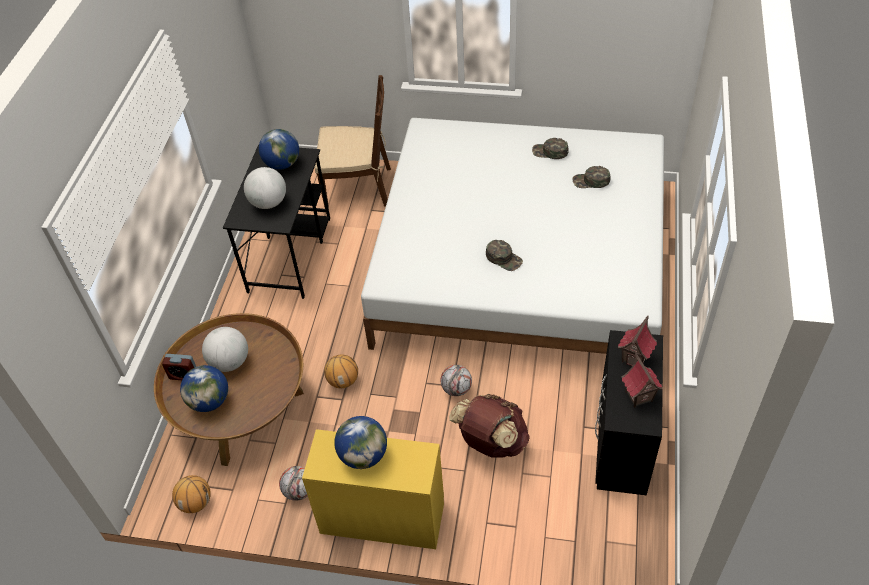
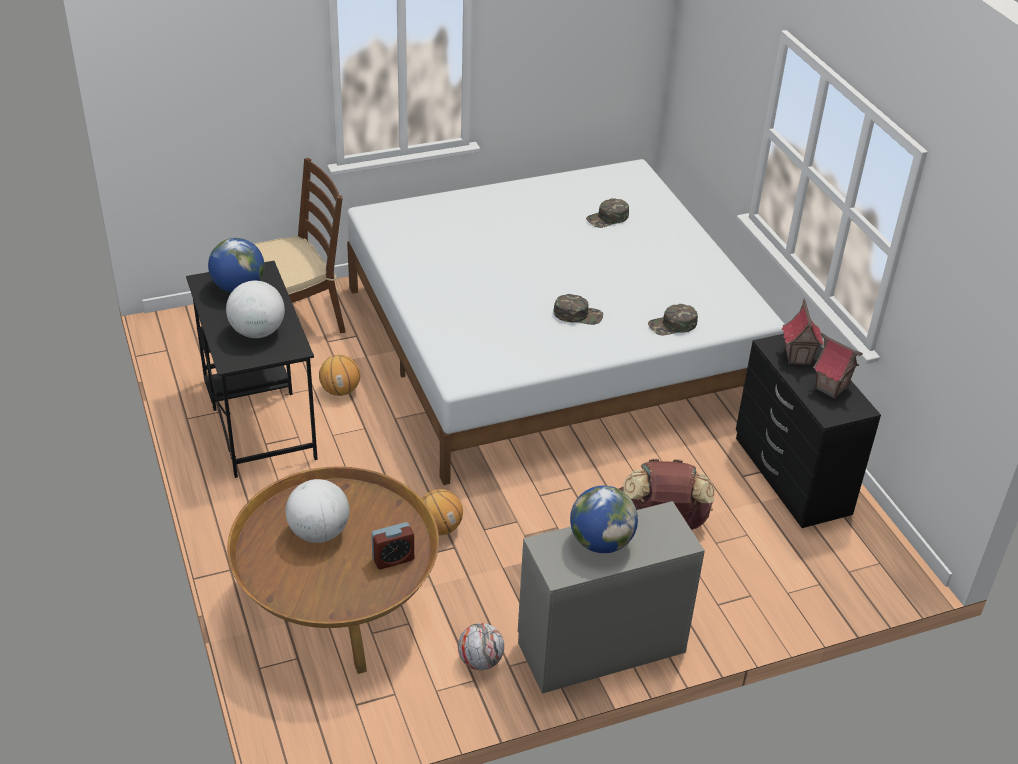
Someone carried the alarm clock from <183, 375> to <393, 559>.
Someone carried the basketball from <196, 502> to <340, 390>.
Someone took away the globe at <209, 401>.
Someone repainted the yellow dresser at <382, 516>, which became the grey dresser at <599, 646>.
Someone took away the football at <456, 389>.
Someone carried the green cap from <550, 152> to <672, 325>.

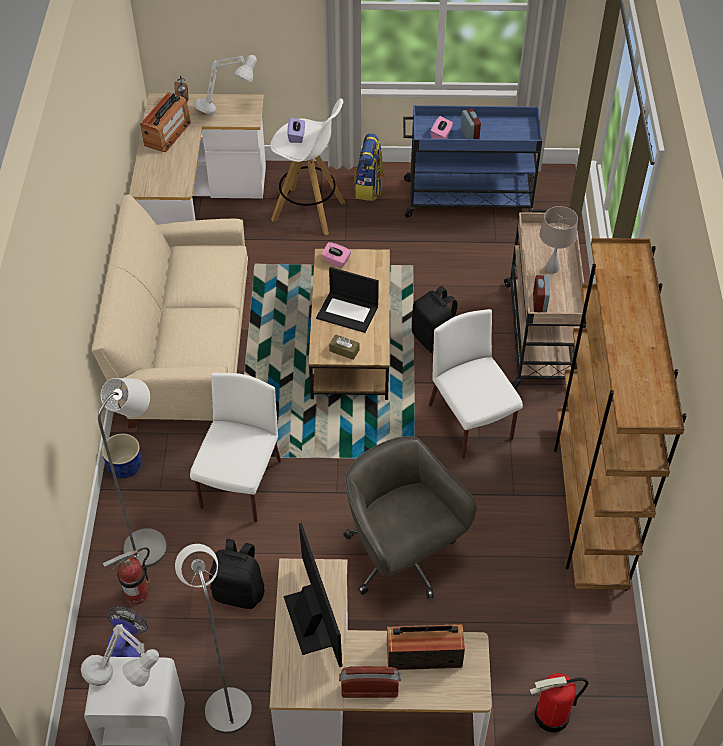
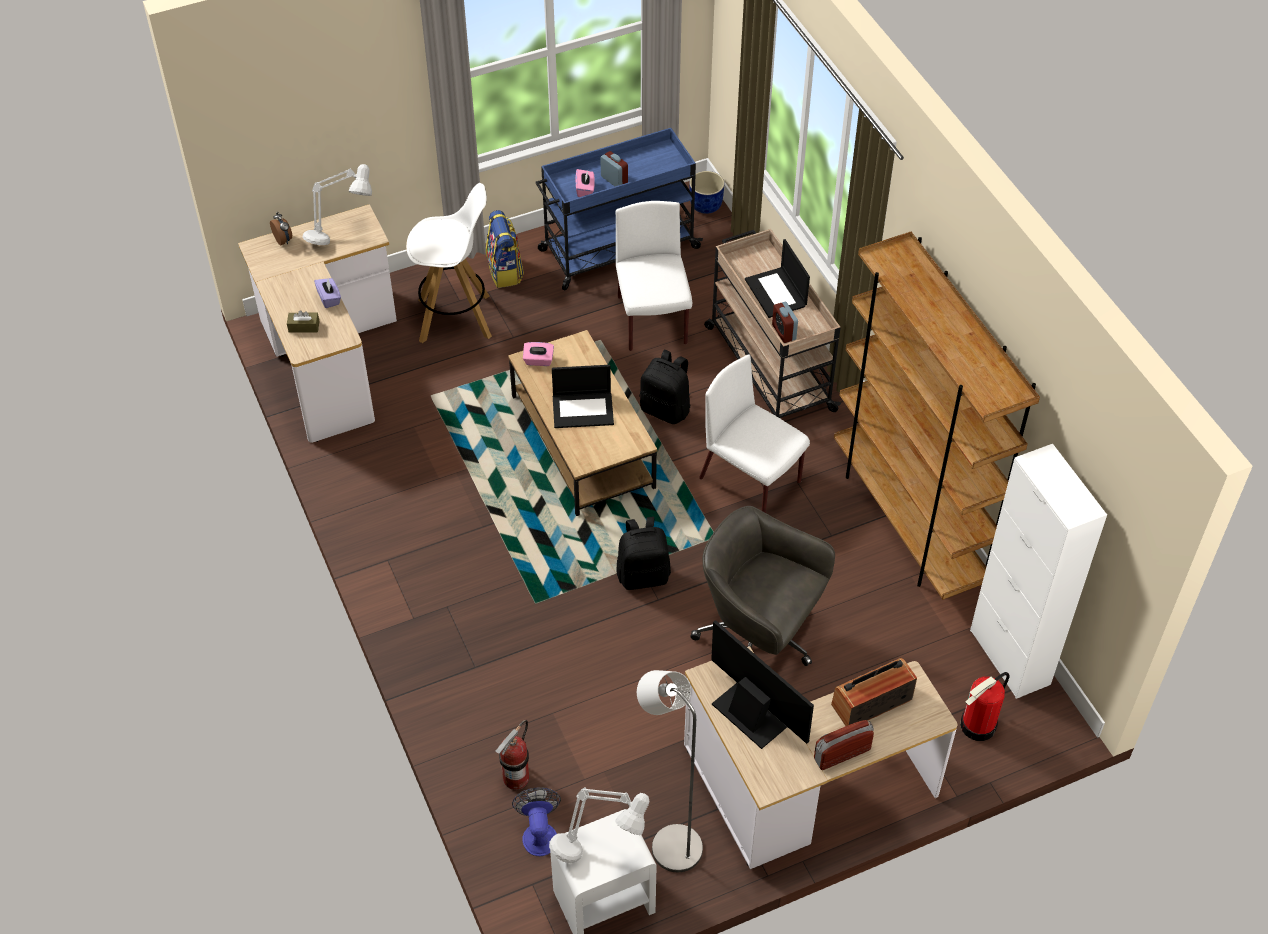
Someone took away the beige sofa at <185, 353>.
Someone took away the grey floor lamp at <151, 542>.
Someone carried the blue planter from <125, 466> to <705, 205>.
Someone took away the radio at <167, 133>.
Someone carried the white chair from <240, 486> to <652, 321>.
Someone carried the black backpack from <239, 592> to <643, 575>.
Someone carried the purple tissue box from <296, 136> to <329, 298>.
Someone carried the brown tissue box from <344, 350> to <304, 327>.
Someone swapped the beige table lamp at <552, 268> for the laptop at <776, 293>.
Someone put down the white cabinet at <1009, 657>.

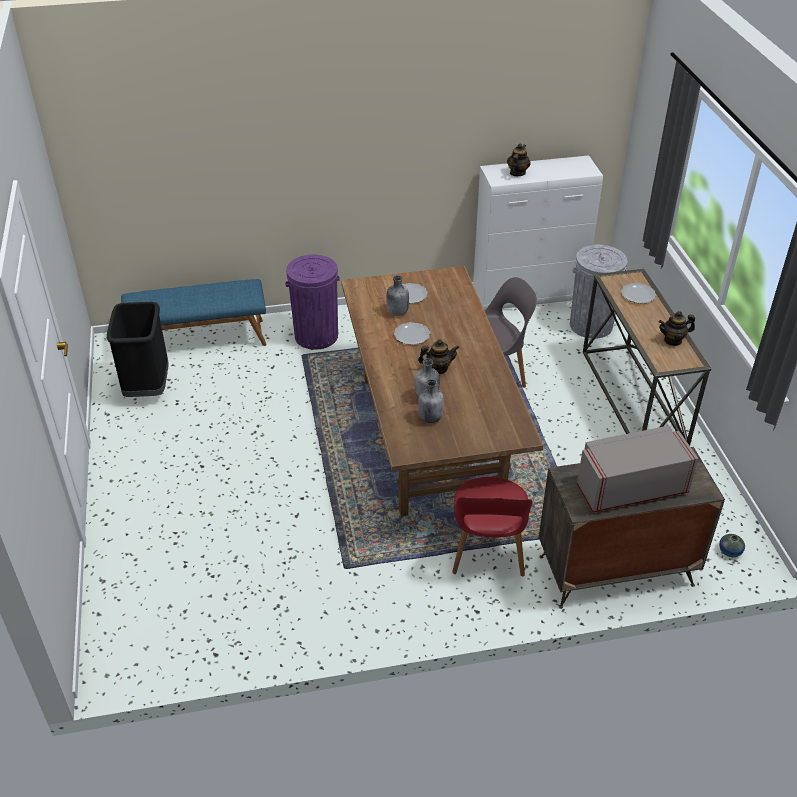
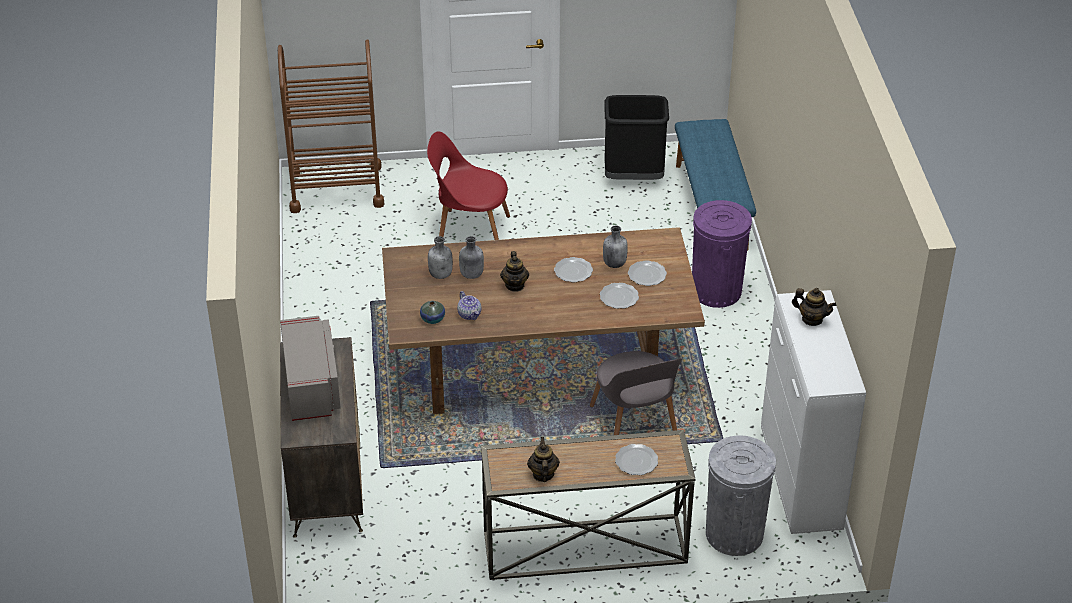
Someone carried the red chair from <487, 550> to <470, 231>.
Someone carried the vase from <730, 551> to <432, 319>.
Someone put down the brown cart at <336, 188>.
Someone put down the teapot at <470, 314>.
Someone put down the plate at <619, 297>.

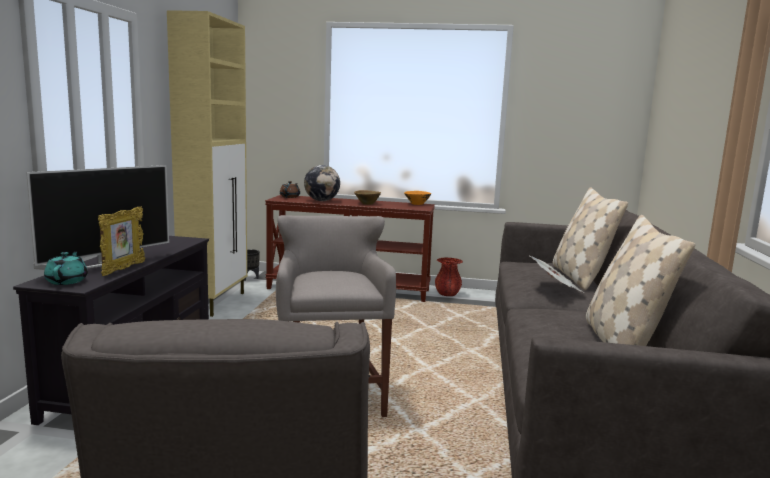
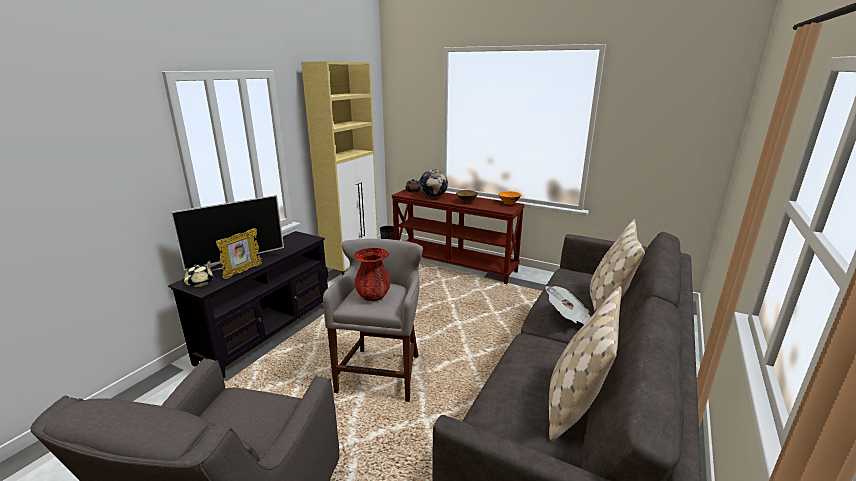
Someone repainted the turquoise teapot at <67, 281>, which became the beige teapot at <200, 282>.
Someone carried the red vase from <447, 294> to <373, 296>.

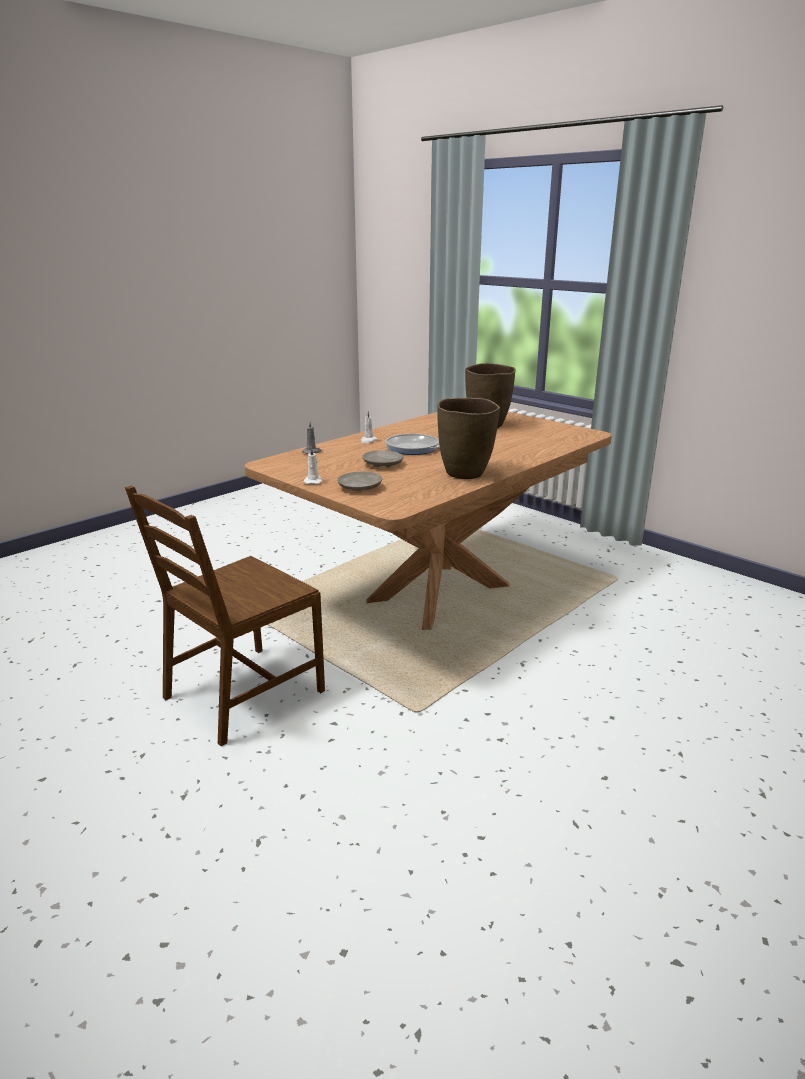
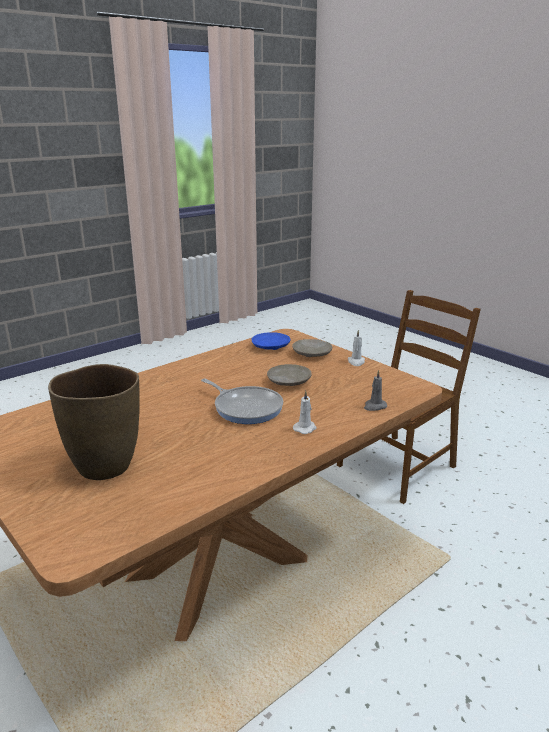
Someone took away the brown vase at <466, 474>.
Someone put down the blue plate at <270, 347>.

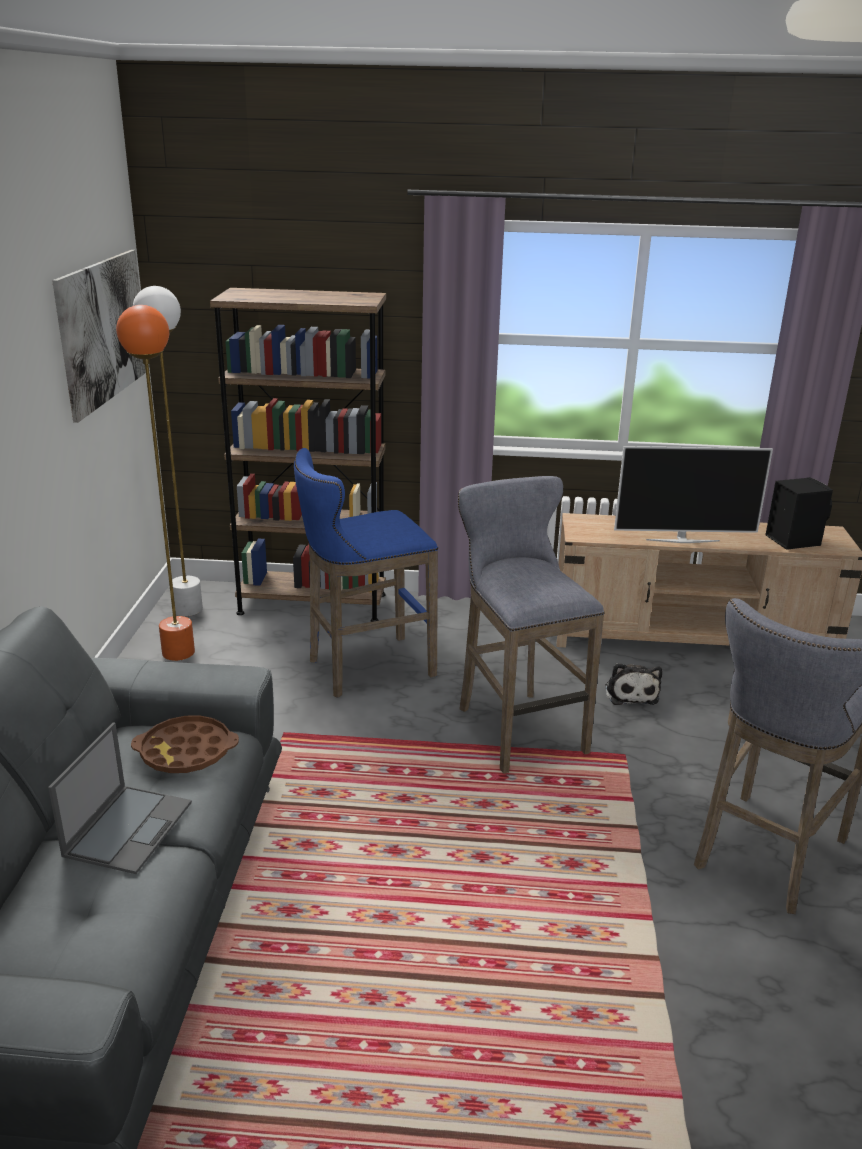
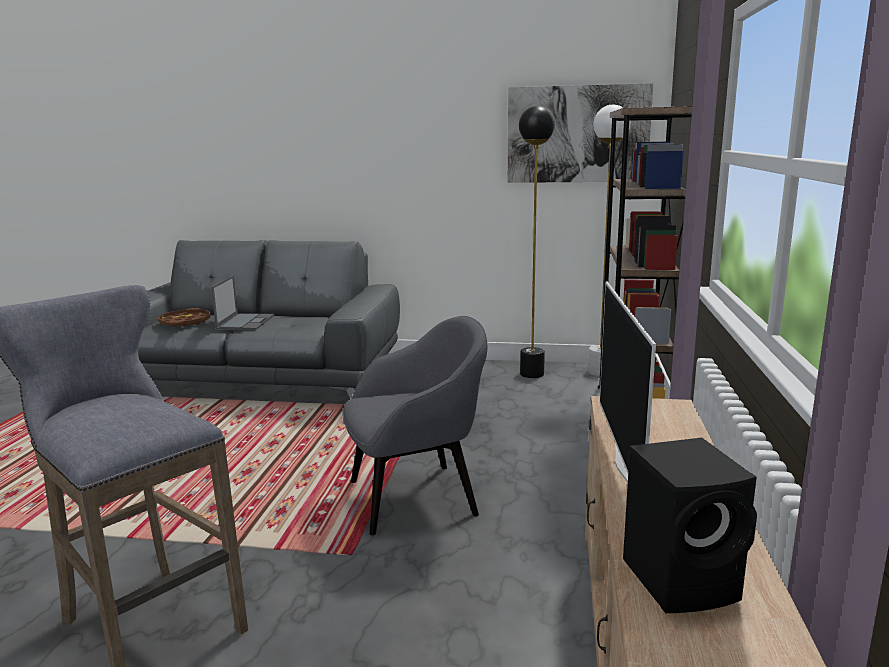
Someone rotated the laptop at <129, 827> by 105 degrees counterclockwise.
Someone repainted the orange floor lamp at <178, 652>, which became the black floor lamp at <531, 374>.
Someone carried the brown tray from <186, 752> to <185, 322>.
Someone took away the blue stool at <365, 668>.
Someone swapped the grey stool at <516, 727> for the grey armchair at <416, 497>.
Someone took away the plush toy at <630, 693>.

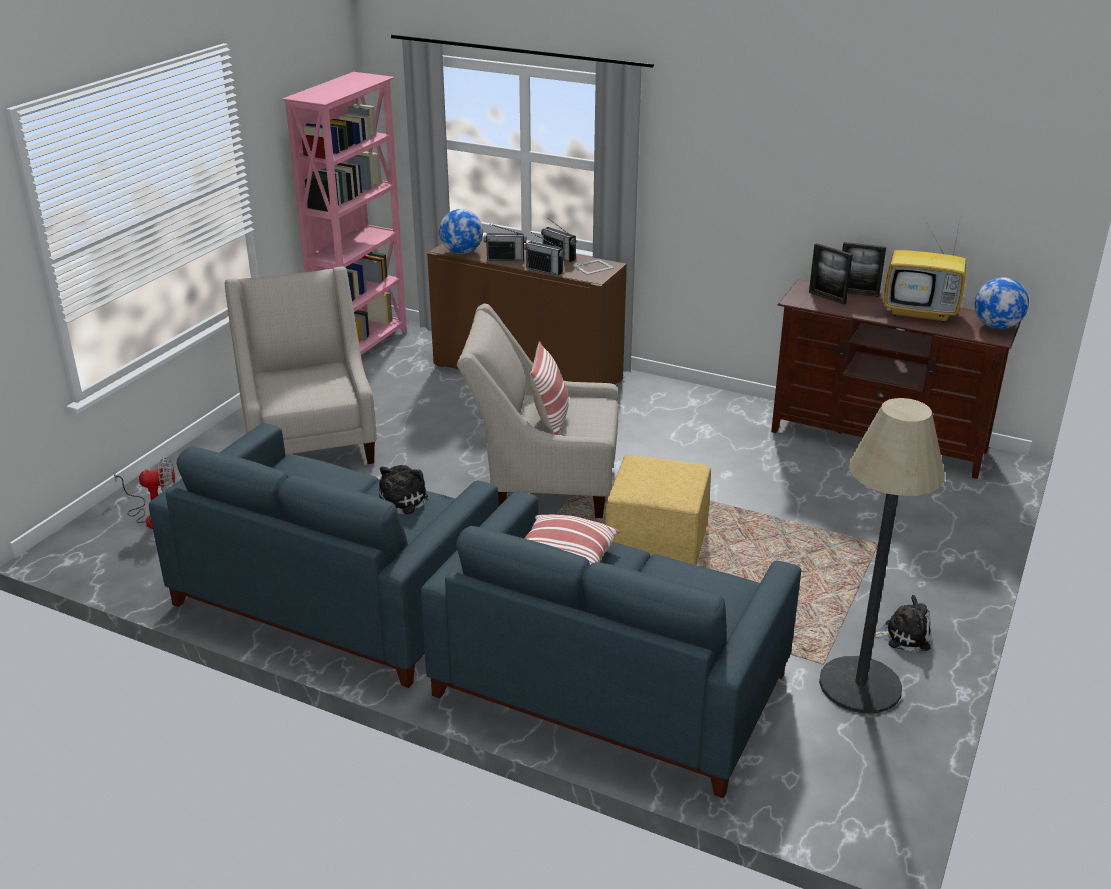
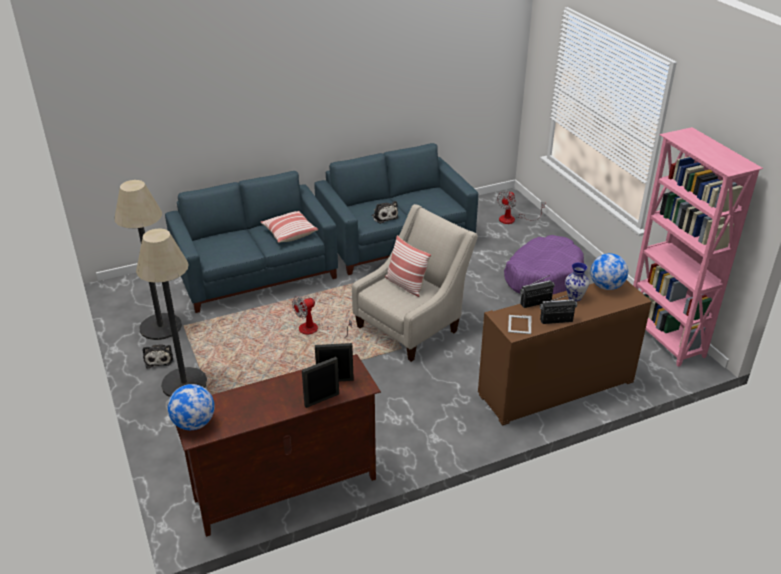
Someone swapped the beige armchair at <310, 442> for the purple dog bed at <542, 276>.
Someone swapped the radio at <505, 259> for the vase at <574, 297>.
Someone swapped the yellow ottoman at <655, 546> for the fan at <315, 330>.
Someone rotated the plush toy at <903, 635> by 60 degrees counterclockwise.
Someone took away the television at <921, 313>.
Someone put down the floor lamp at <184, 383>.

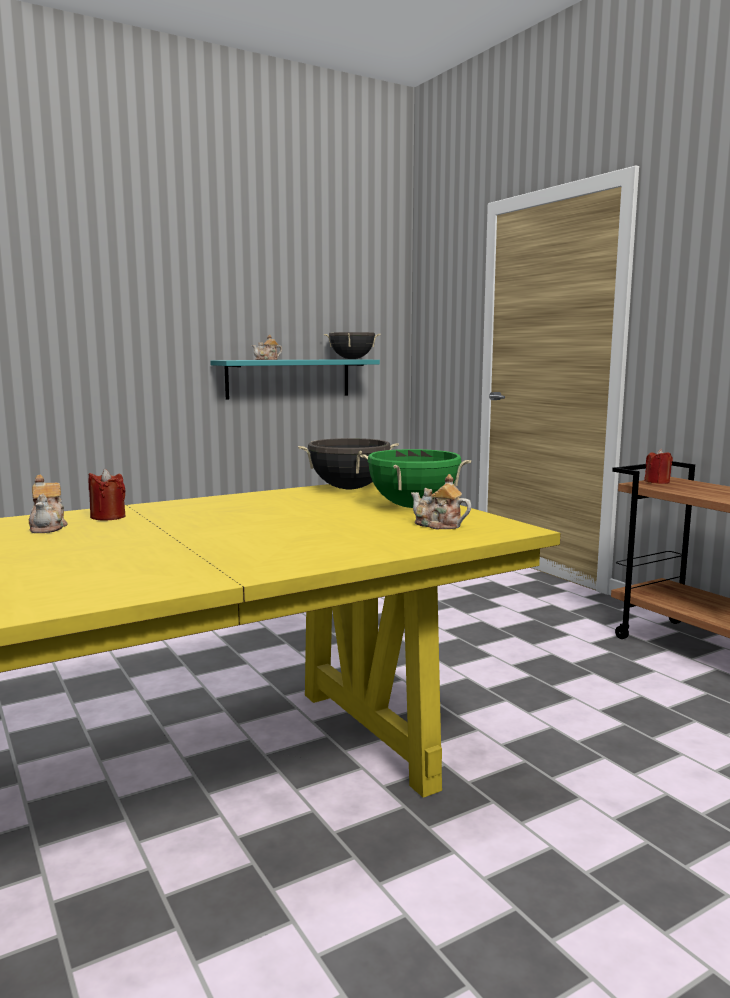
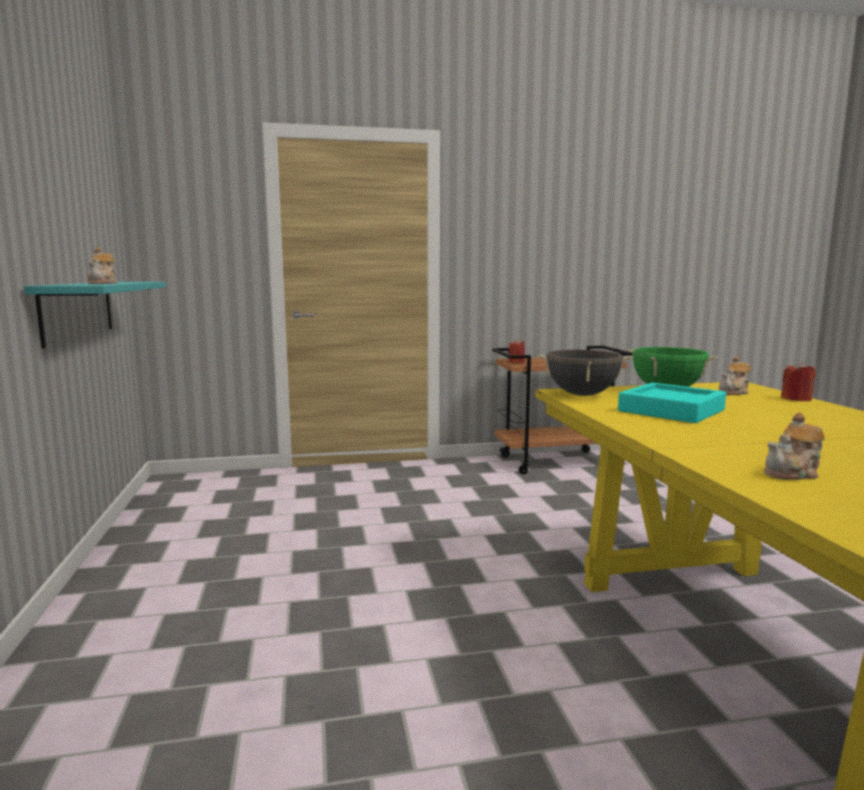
Someone rotated the teapot at <48, 527> by 150 degrees clockwise.
Someone carried the red candle from <108, 517> to <796, 399>.
Someone took away the black cooking pot at <352, 359>.
Someone put down the turquoise tray at <671, 410>.

